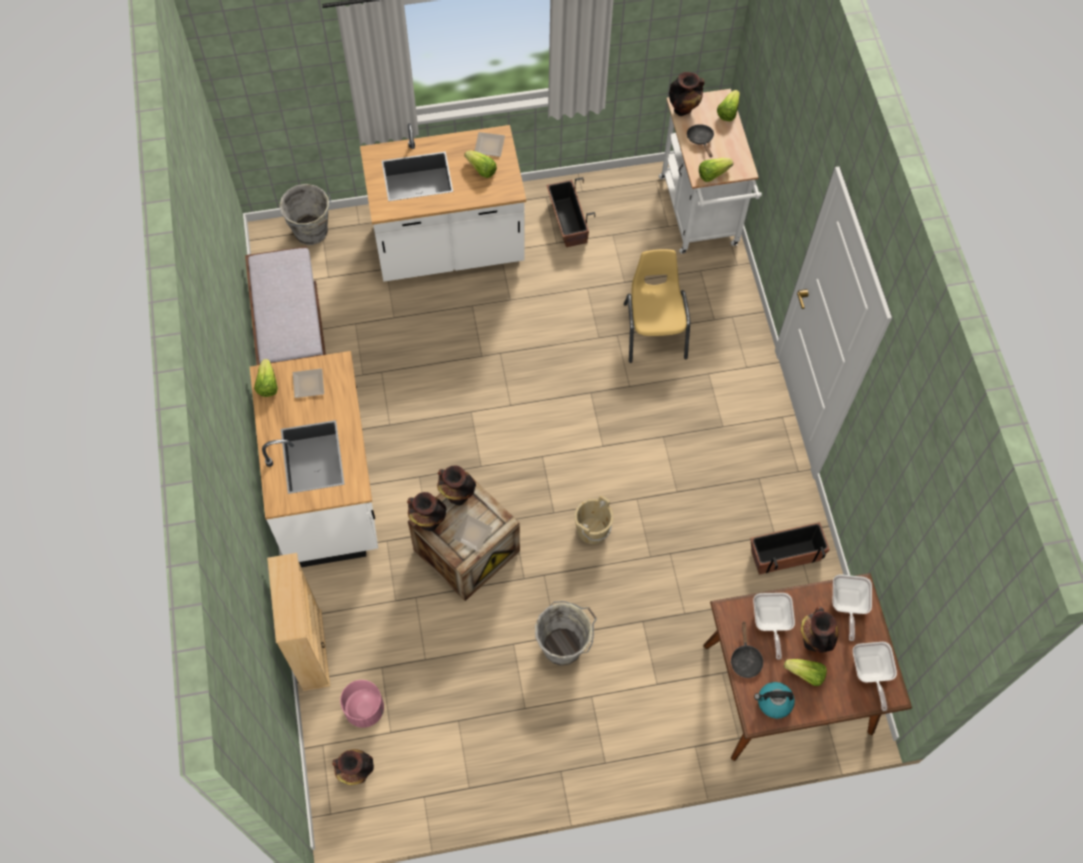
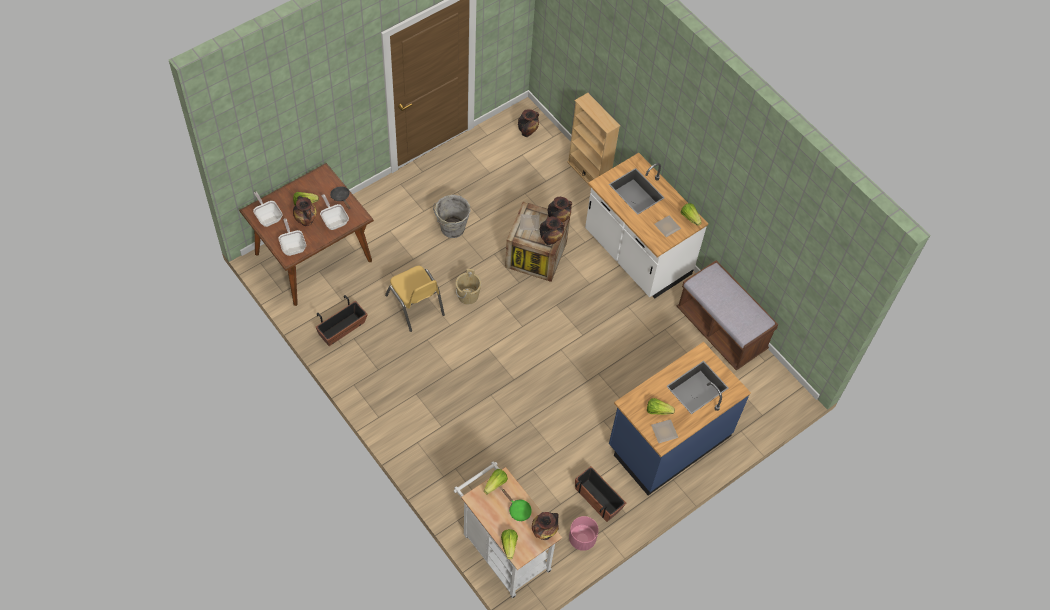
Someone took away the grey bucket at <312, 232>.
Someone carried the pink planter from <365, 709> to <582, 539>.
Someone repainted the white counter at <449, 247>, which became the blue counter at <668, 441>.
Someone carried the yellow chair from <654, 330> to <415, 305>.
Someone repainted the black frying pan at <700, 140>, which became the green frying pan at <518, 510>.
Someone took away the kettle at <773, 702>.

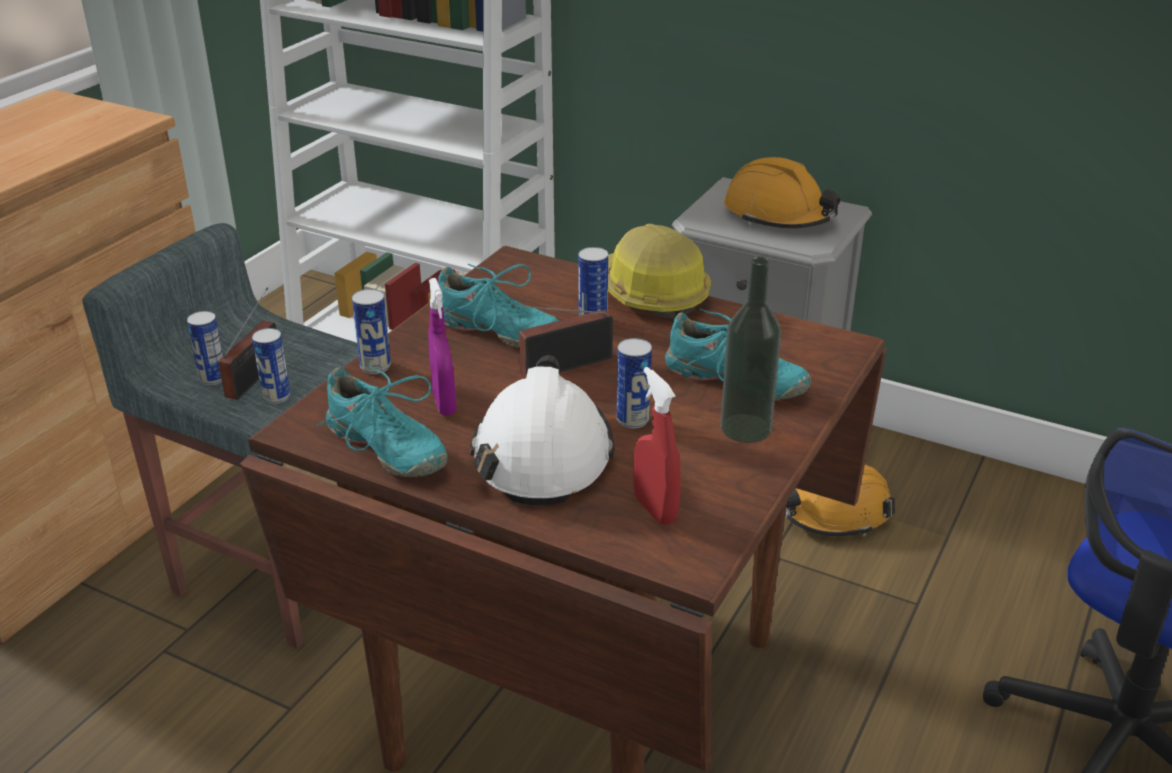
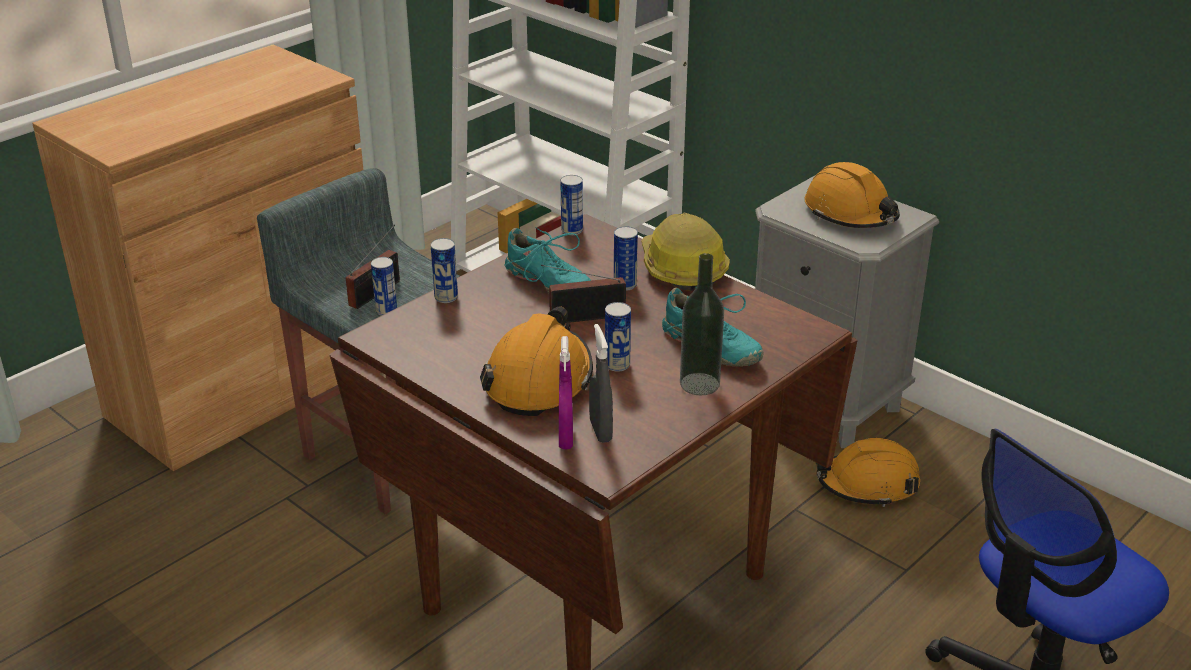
Someone carried the can from <213, 378> to <572, 230>.
Someone took away the turquoise shoe at <385, 449>.
Someone carried the purple spray bottle from <444, 404> to <566, 438>.
Someone repainted the white hard hat at <542, 454>, which became the orange hard hat at <538, 379>.
Someone repainted the red spray bottle at <655, 509>, which became the grey spray bottle at <600, 431>.

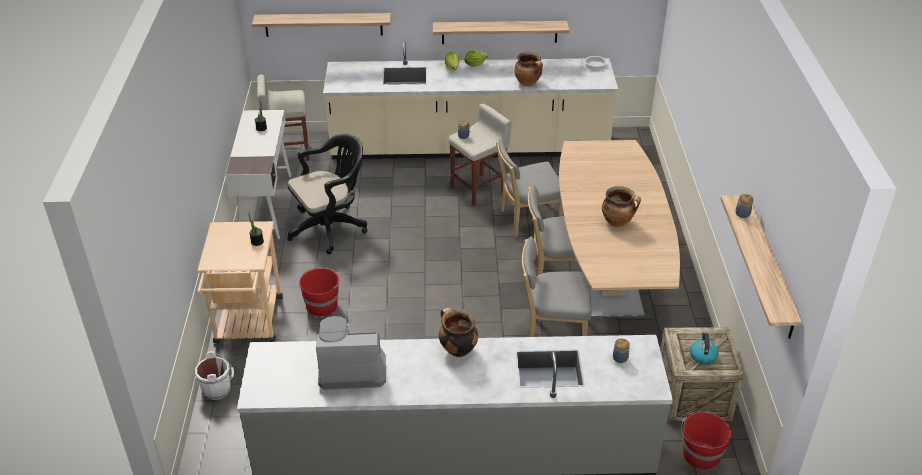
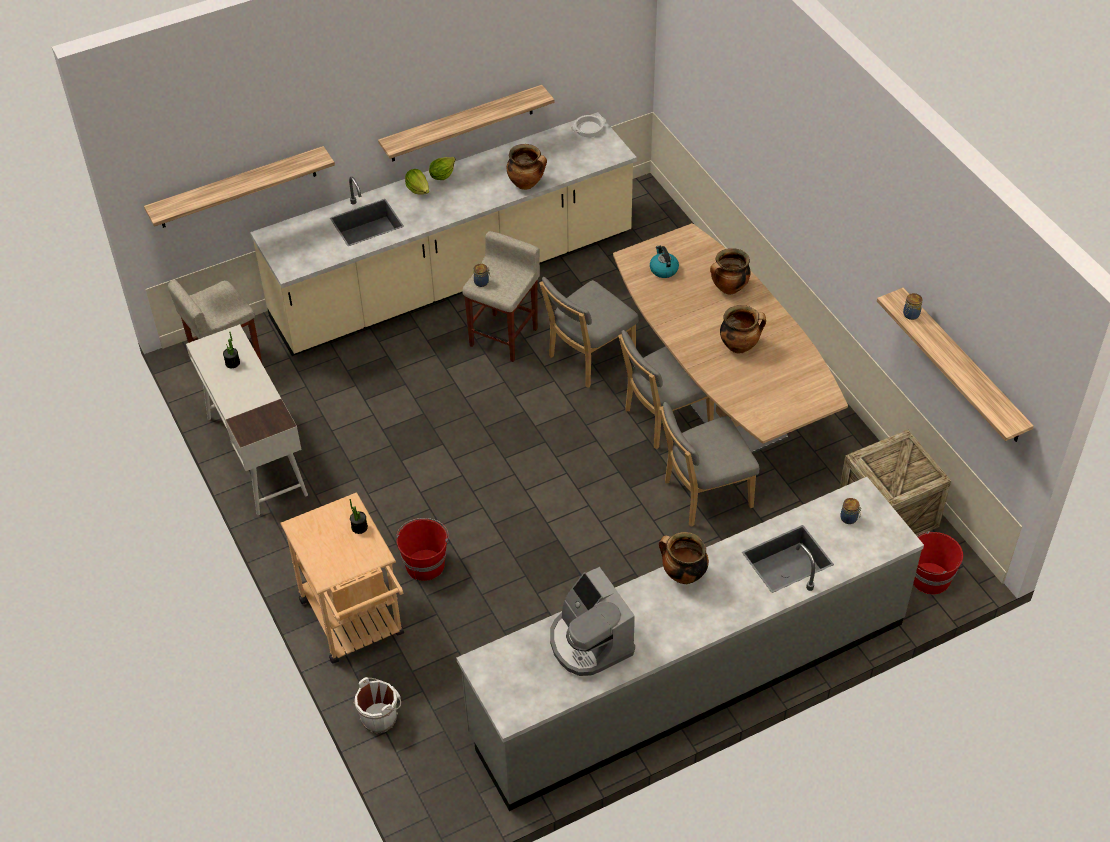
Someone took away the black office chair at <331, 227>.
Someone rotated the coffee machine at <351, 368> by 90 degrees counterclockwise.
Someone carried the kettle from <702, 355> to <663, 269>.
Someone put down the cooking pot at <728, 289>.

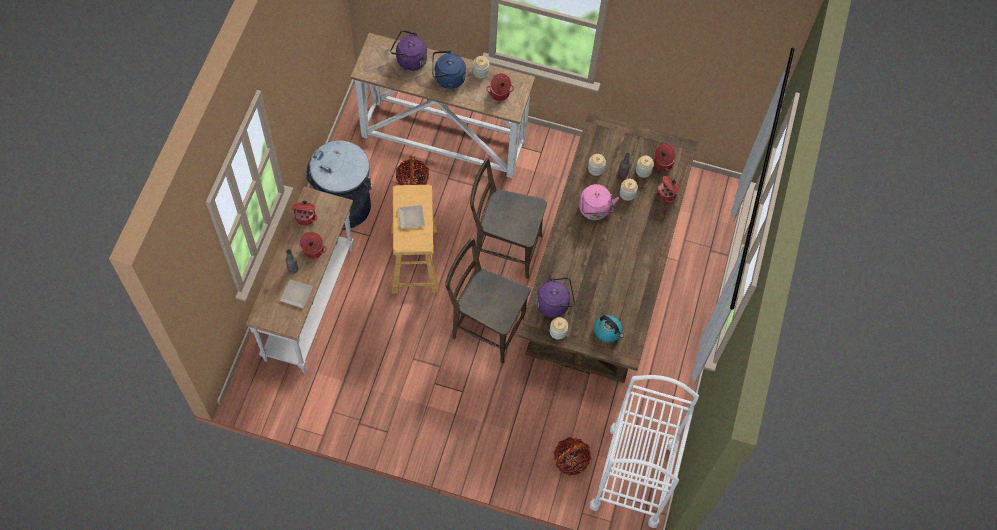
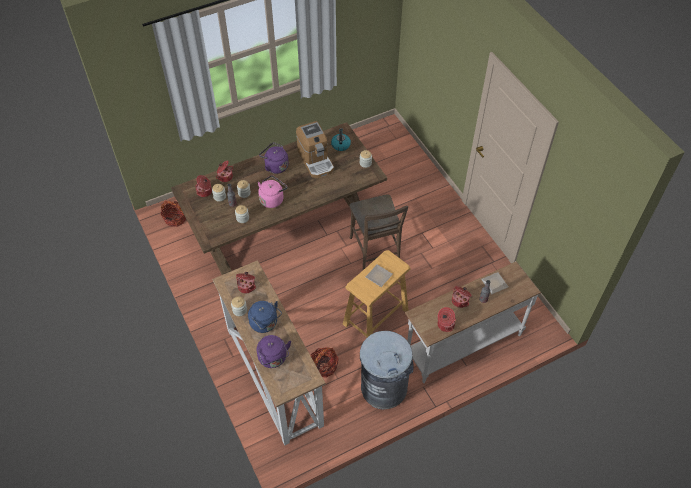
Someone took away the brown chair at <504, 248>.
Someone carried the purple kettle from <554, 304> to <275, 166>.
Someone carried the basket from <571, 460> to <175, 218>.
Someone took away the white cart at <634, 475>.
Someone put down the coffee machine at <315, 160>.

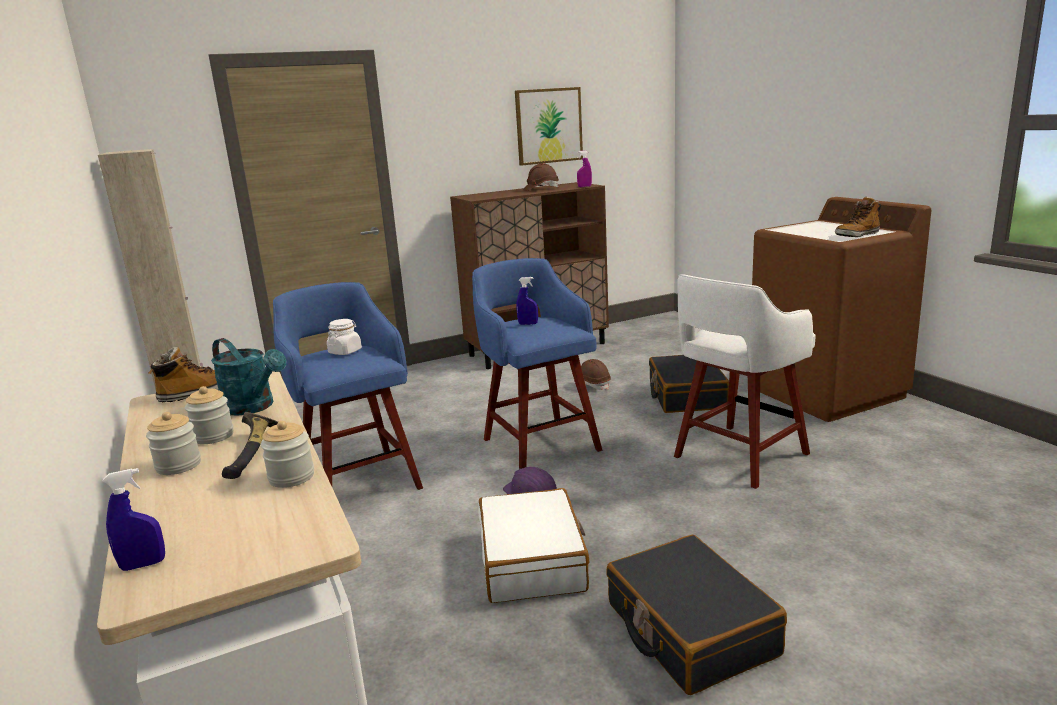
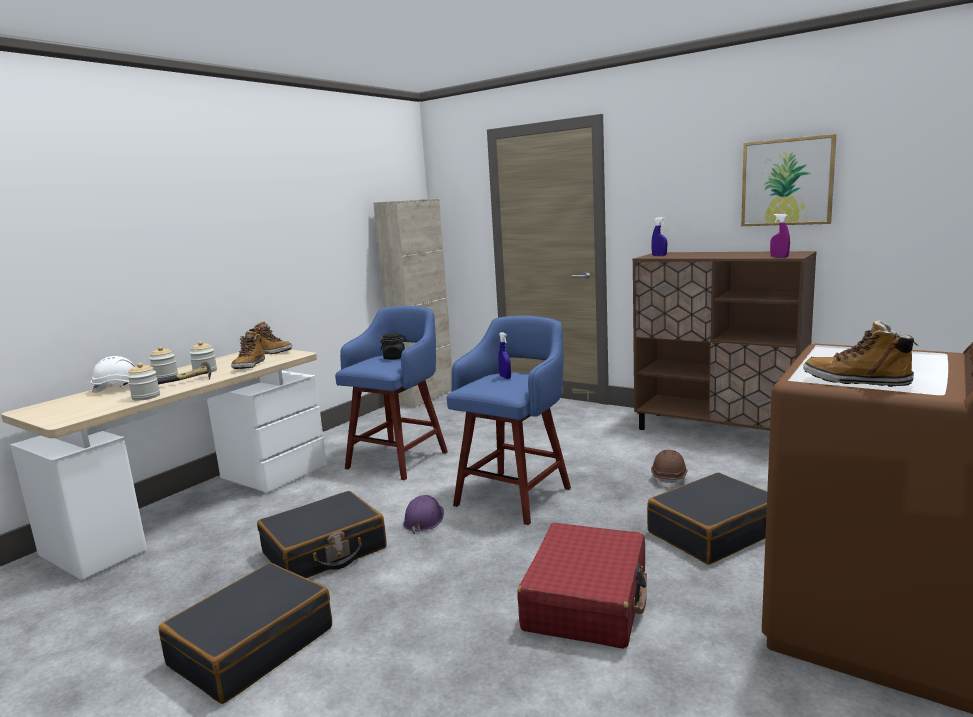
Someone carried the blue spray bottle from <143, 565> to <659, 255>.
Someone swapped the turquoise watering can at <254, 407> for the boot at <249, 365>.
Someone repainted the white jar at <345, 351>, which became the black jar at <394, 358>.
Someone repainted the white suitcase at <533, 561>, which became the black suitcase at <324, 551>.
Someone took away the brown hard hat at <541, 189>.
Someone swapped the white stool at <738, 456> for the red suitcase at <587, 600>.
Someone put down the white hard hat at <120, 388>.

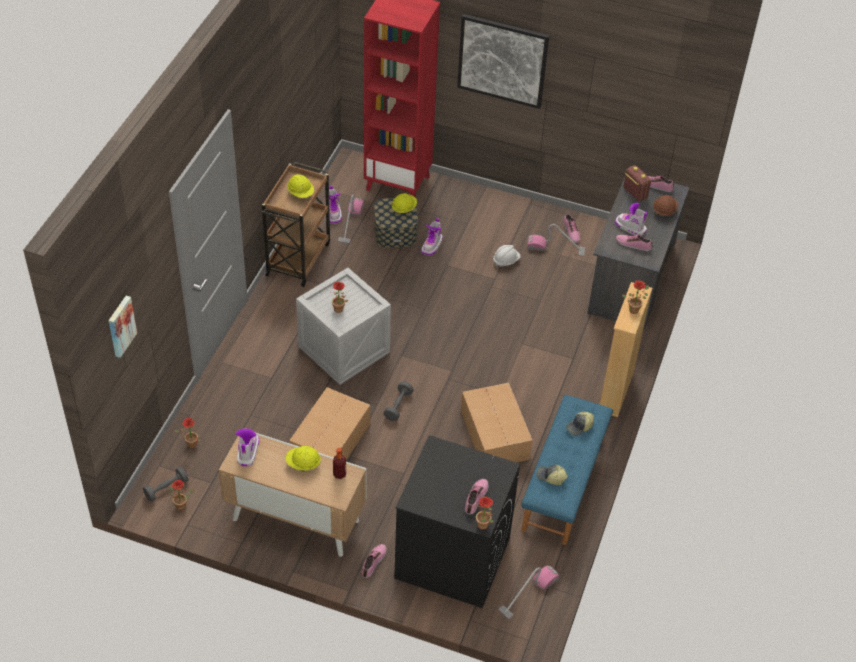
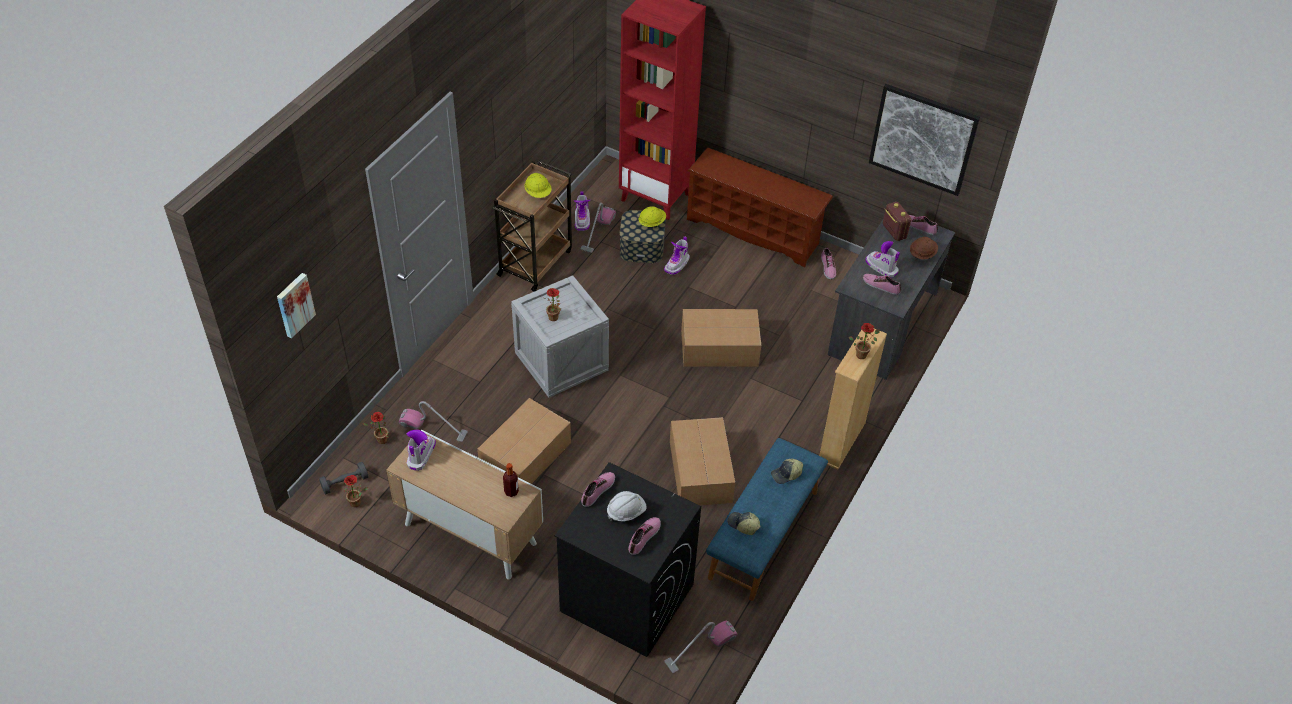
Someone took away the yellow hard hat at <303, 464>.
Someone carried the shoe from <374, 562> to <598, 491>.
Someone took away the grey dumbbell at <398, 406>.
Someone carried the picture from <502, 60> to <923, 139>.
Someone took away the potted plant at <484, 526>.
Someone carried the white hard hat from <506, 261> to <626, 512>.
Someone carried the vacuum cleaner from <555, 248> to <433, 428>.
Someone put down the cardboard box at <718, 347>.
Someone put down the brown shoe rack at <754, 231>.

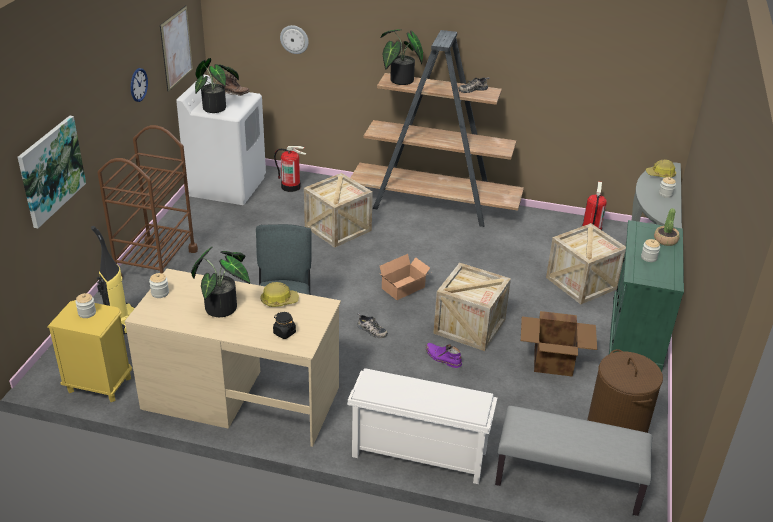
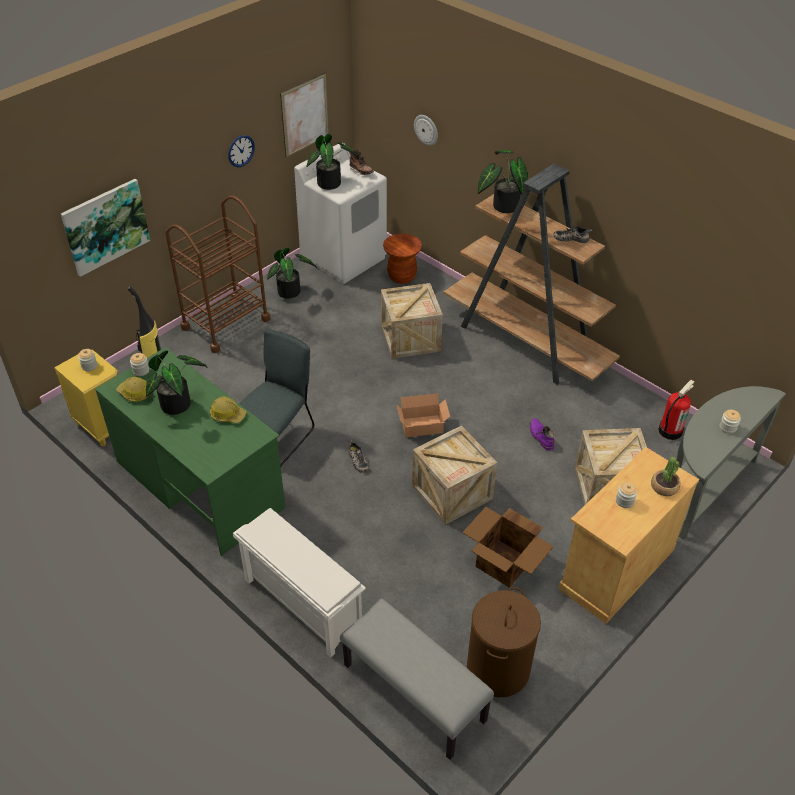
Someone repainted the beige desk at <241, 397>, which became the green desk at <200, 483>.
Someone took away the black jar at <284, 333>.
Someone swapped the fire extinguisher at <291, 187> for the brown stool at <402, 276>.
Someone carried the purple boot from <442, 358> to <540, 436>.
Someone repainted the green cabinet at <635, 334>, which became the beige cabinet at <616, 568>.
Someone carried the hard hat from <660, 174> to <135, 393>.
Someone put down the potted plant at <292, 292>.

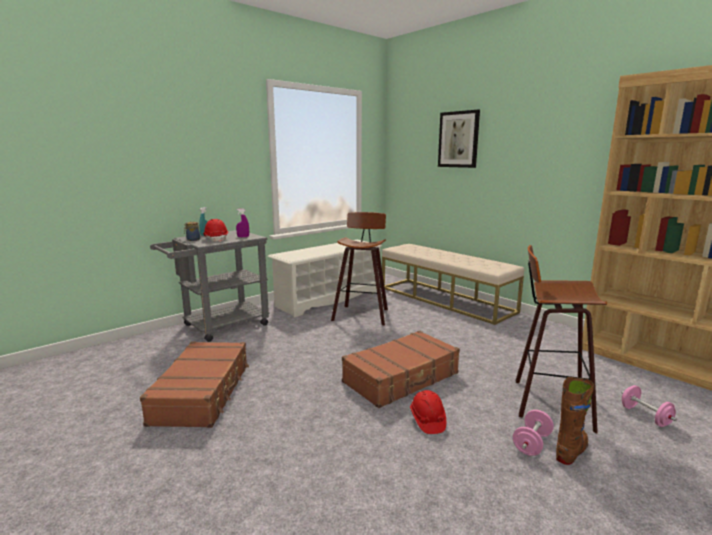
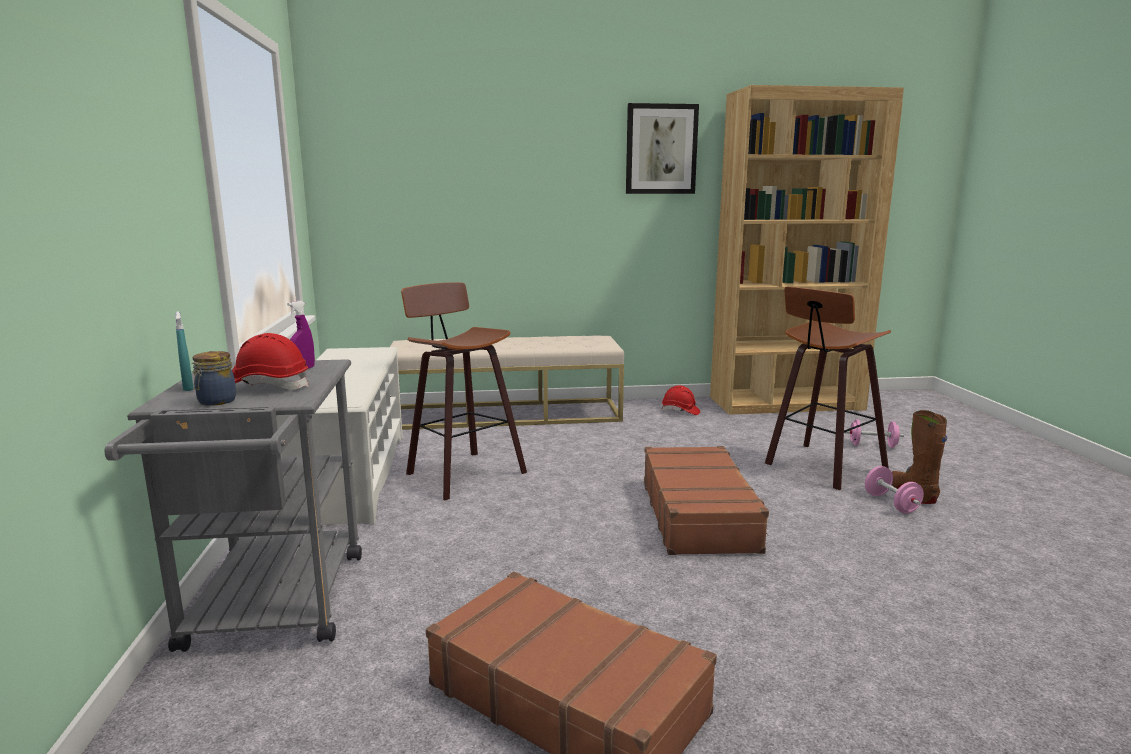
Someone carried the red hard hat from <427, 420> to <680, 411>.
Someone carried the picture from <458, 139> to <661, 149>.

